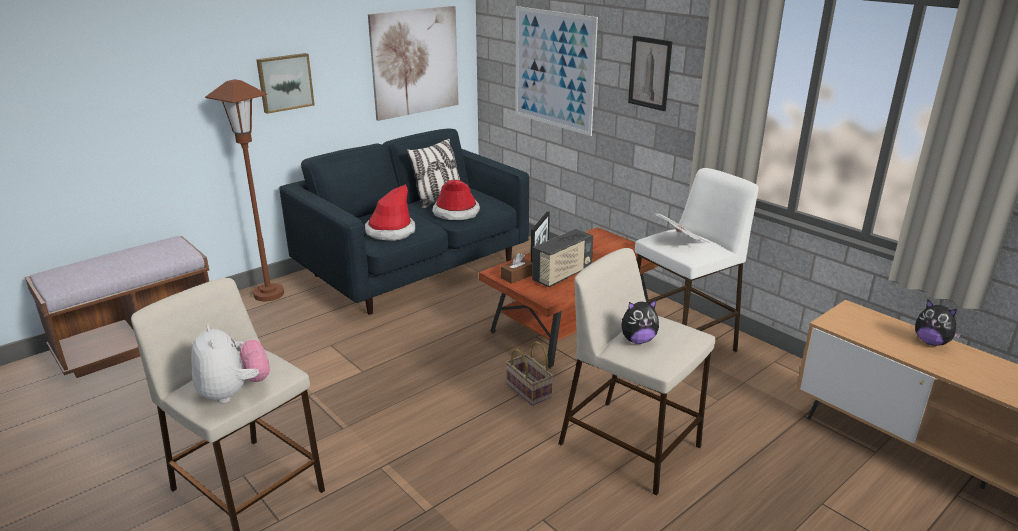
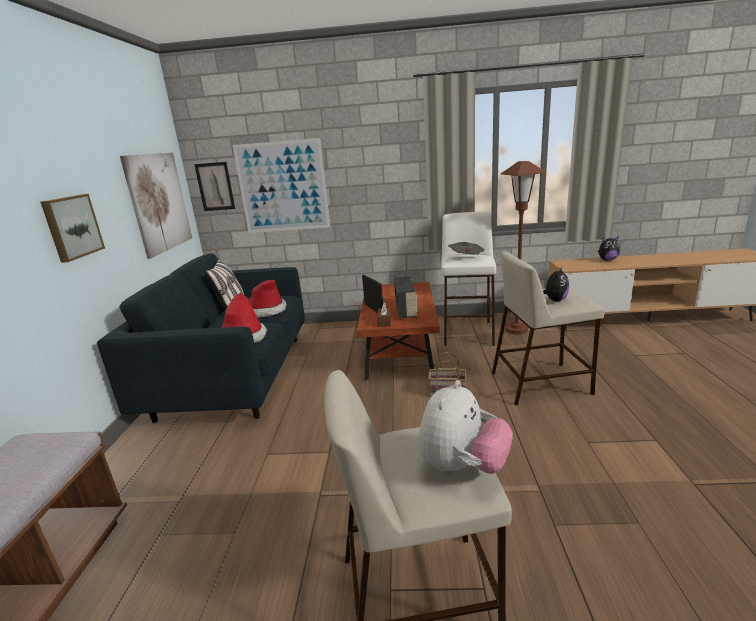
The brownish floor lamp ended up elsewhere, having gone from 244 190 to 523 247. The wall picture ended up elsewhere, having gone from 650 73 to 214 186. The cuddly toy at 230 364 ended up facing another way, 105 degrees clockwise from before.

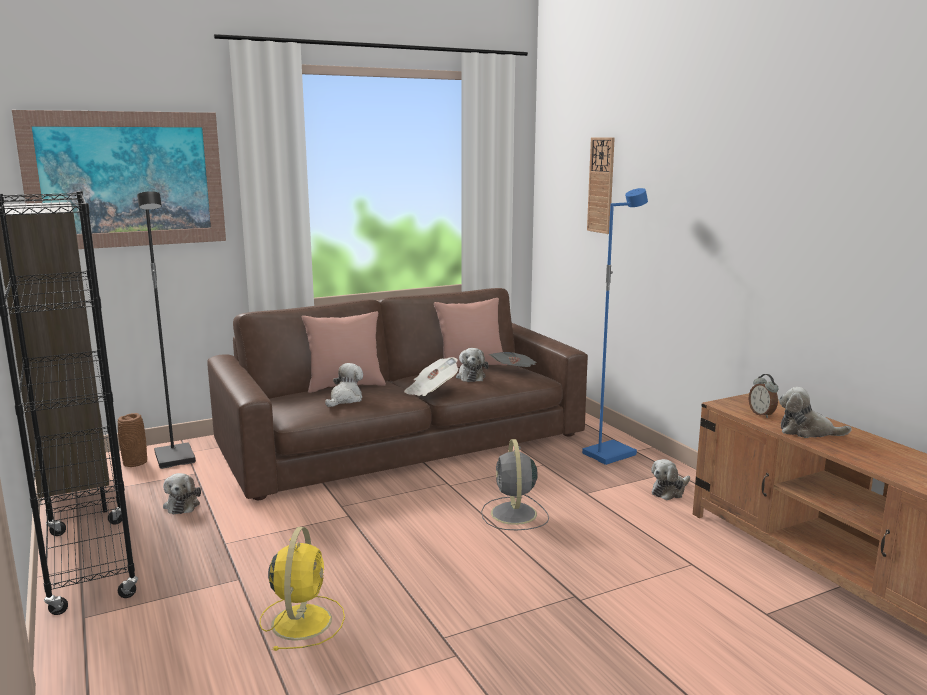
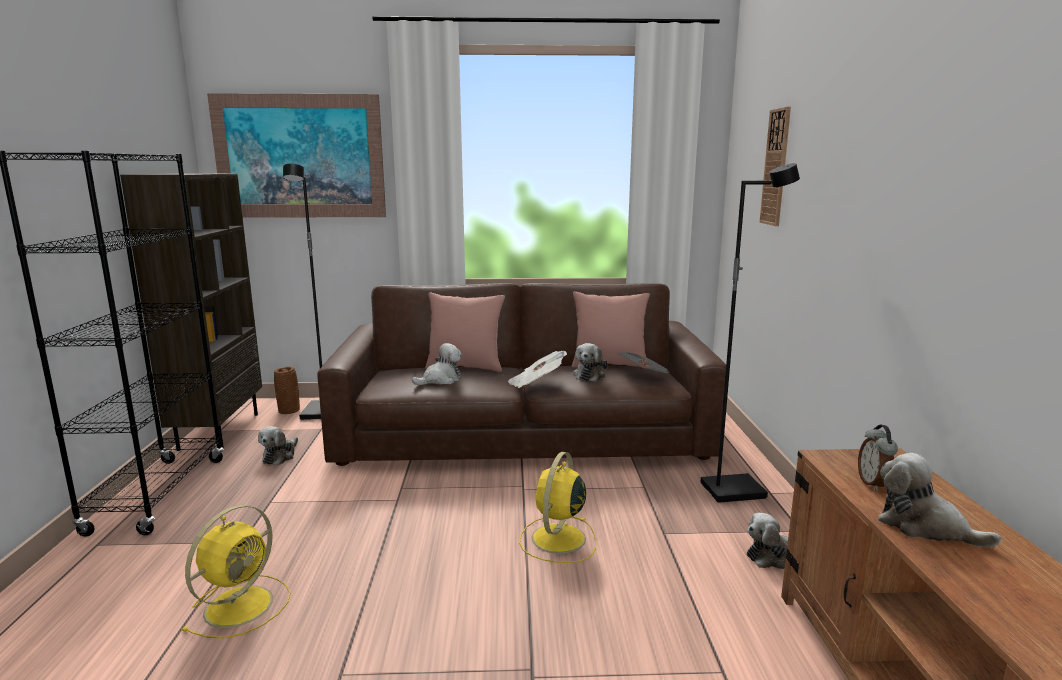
What was the grey cooling fan at 515 484 turned into the yellow-coloured cooling fan at 557 507. What was the blue floor lamp at 615 326 turned into the black floor lamp at 750 333.

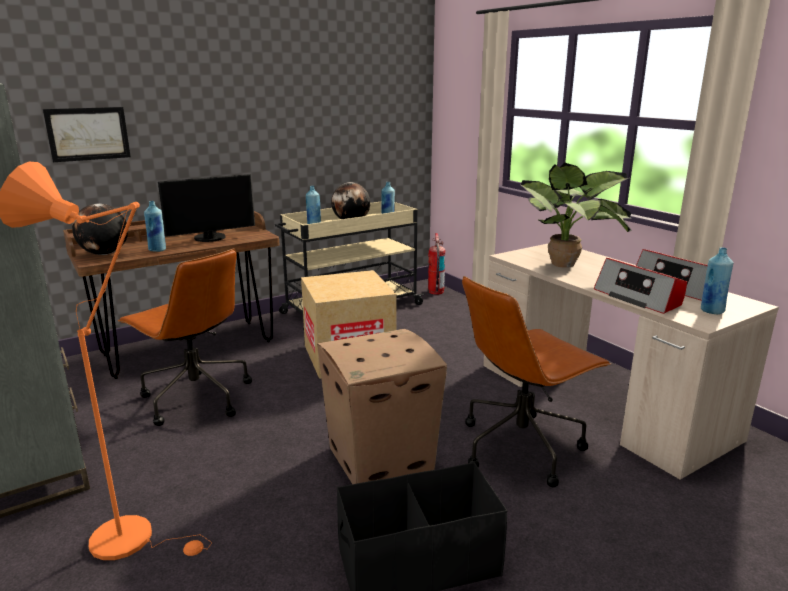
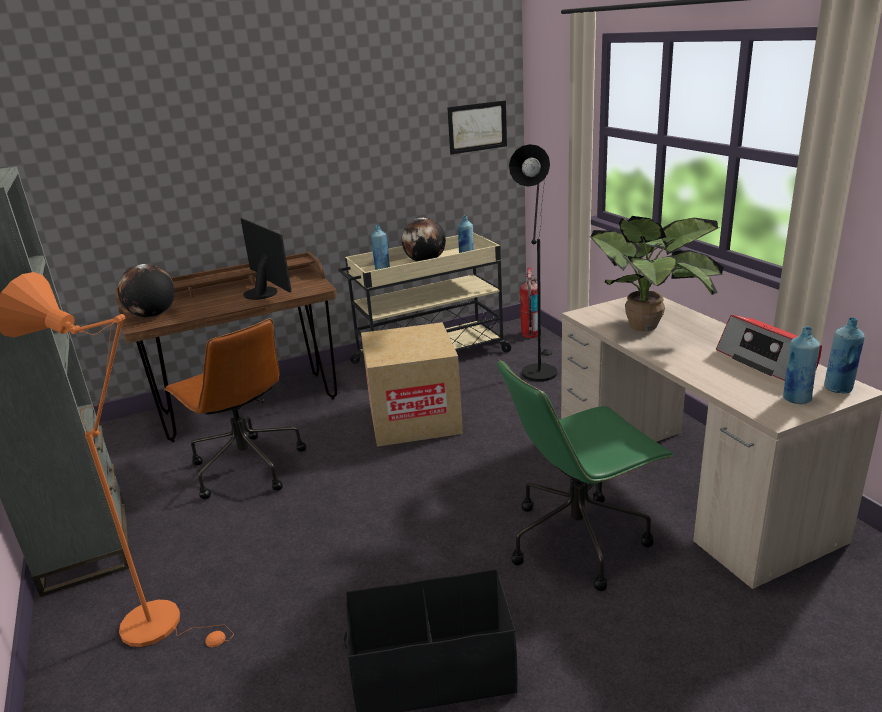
The second view lost the packing box at 382 406. The second view lost the radio at 640 286. The second view gained the black floor lamp at 533 263. The wall picture ended up elsewhere, having gone from 87 134 to 477 127. The blue drink bottle ended up elsewhere, having gone from 155 226 to 844 355. What was the brownish desk chair at 536 381 turned into the greenish desk chair at 586 475. The monitor at 206 208 ended up facing another way, 105 degrees counterclockwise from before.

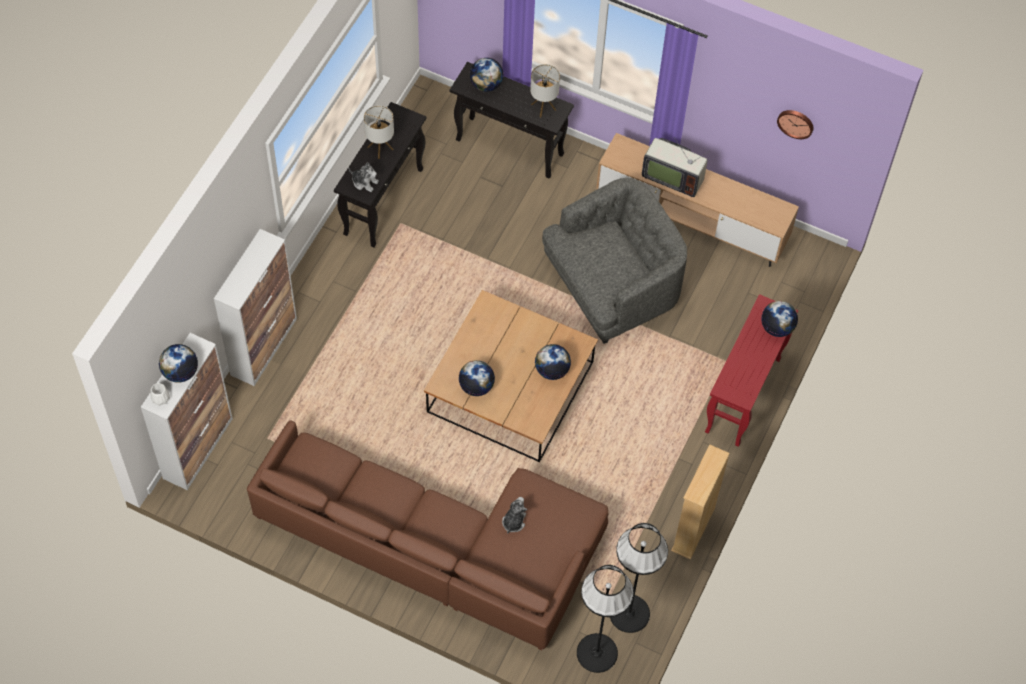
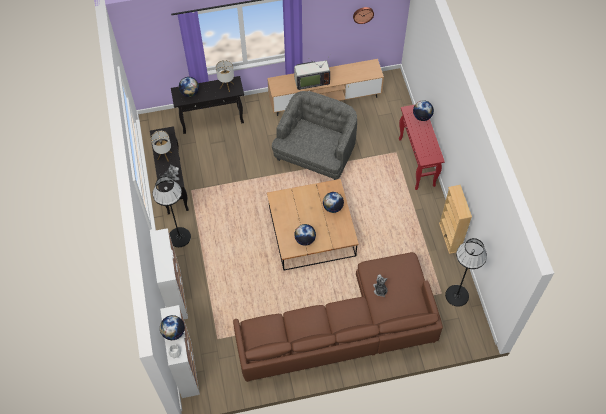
The black floor lamp ended up elsewhere, having gone from 605 619 to 172 211.

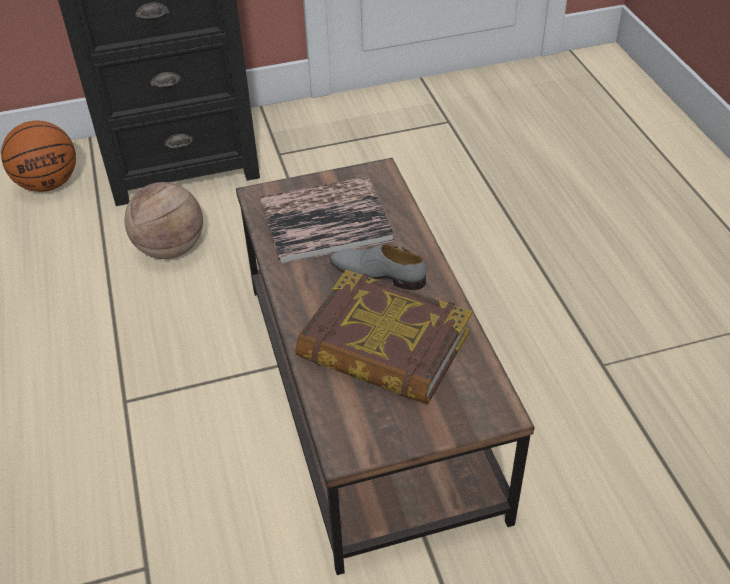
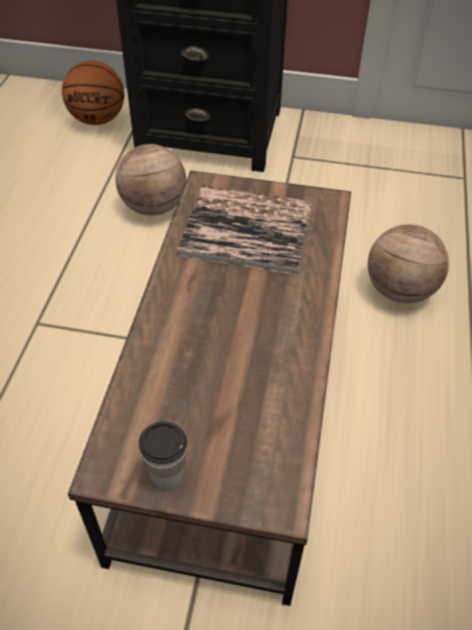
The second view lost the book at 383 337. The second view lost the grey shoe at 378 267. The second view gained the drinking cup at 163 456. The second view gained the ball for basketball at 408 263.

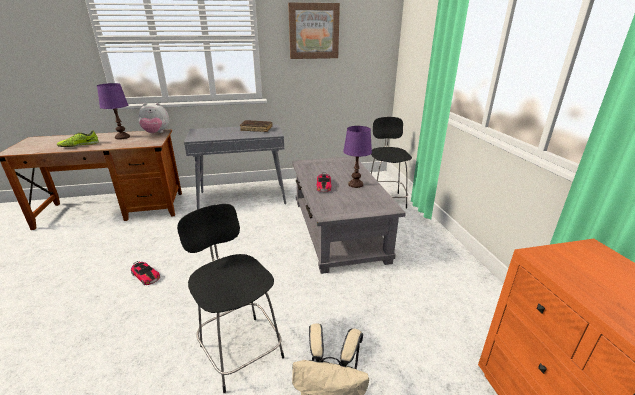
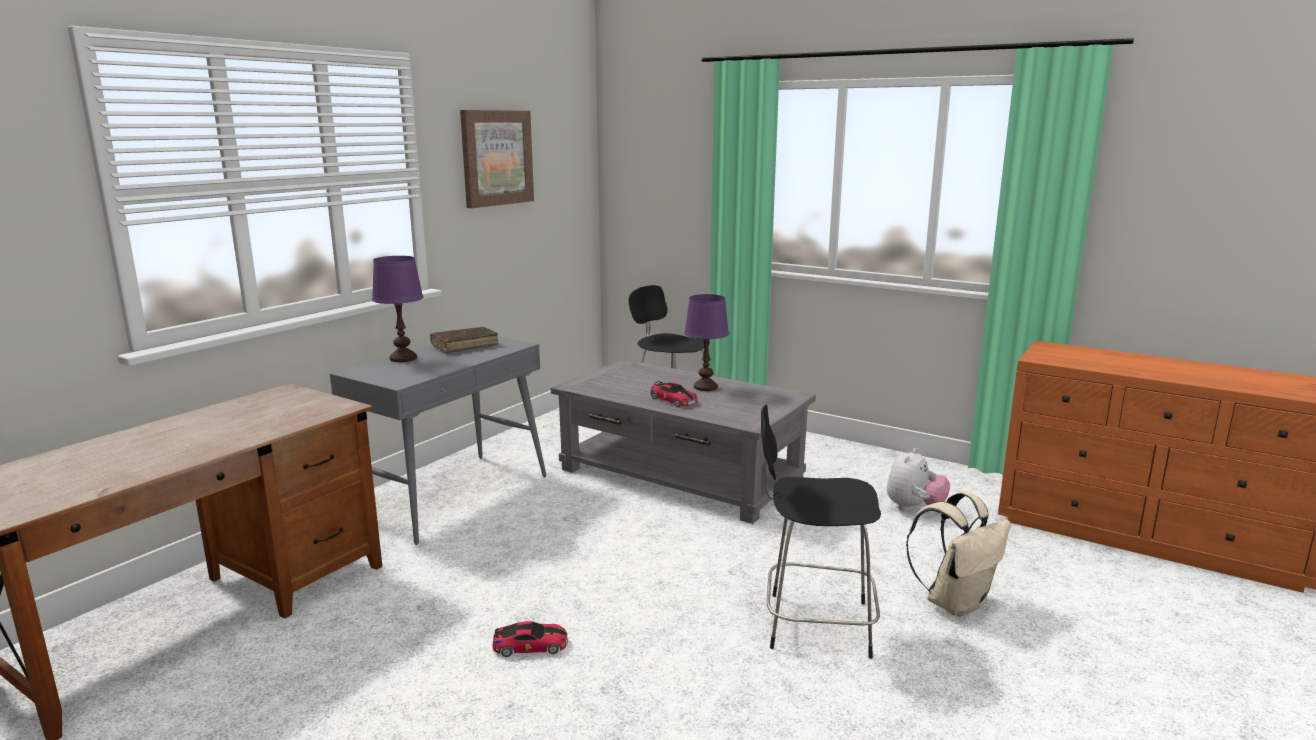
The second view lost the shoe at 78 138. The purple-coloured lamp for a table ended up elsewhere, having gone from 113 111 to 397 309. The cuddly toy ended up elsewhere, having gone from 153 118 to 918 479.

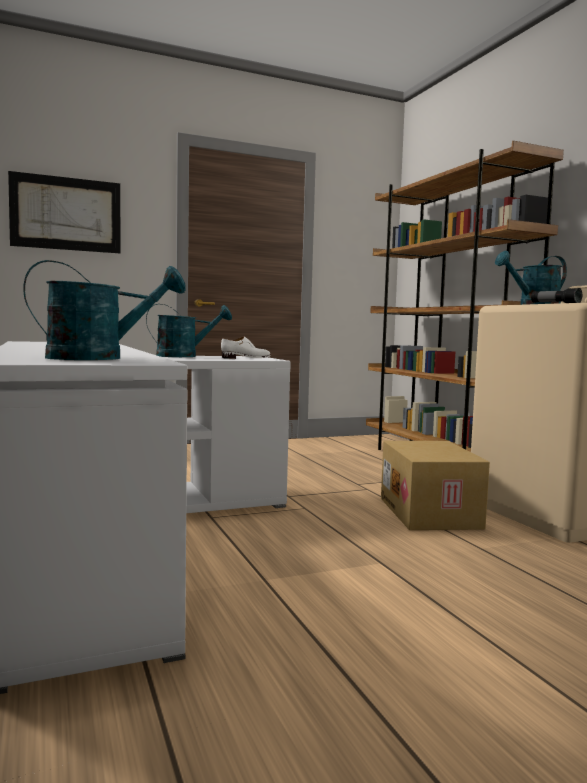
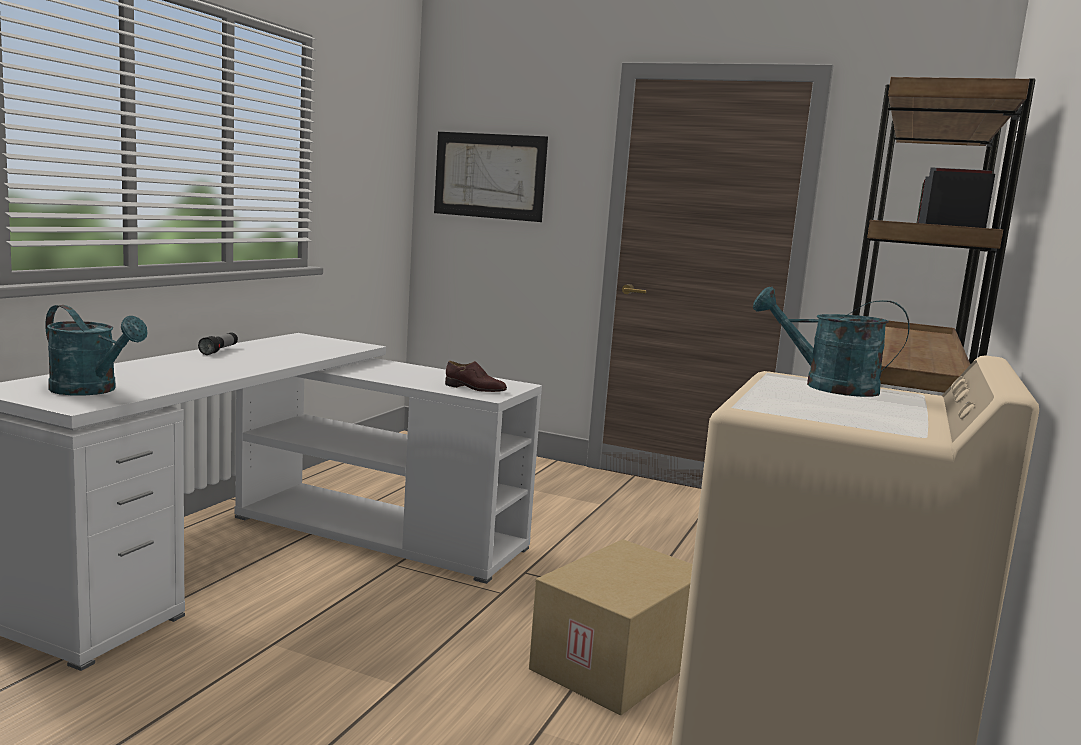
The second view lost the turquoise-coloured watering can at 189 330. The torch ended up elsewhere, having gone from 556 295 to 218 343. What was the white-coloured shoe at 246 347 turned into the brownish shoe at 476 376.

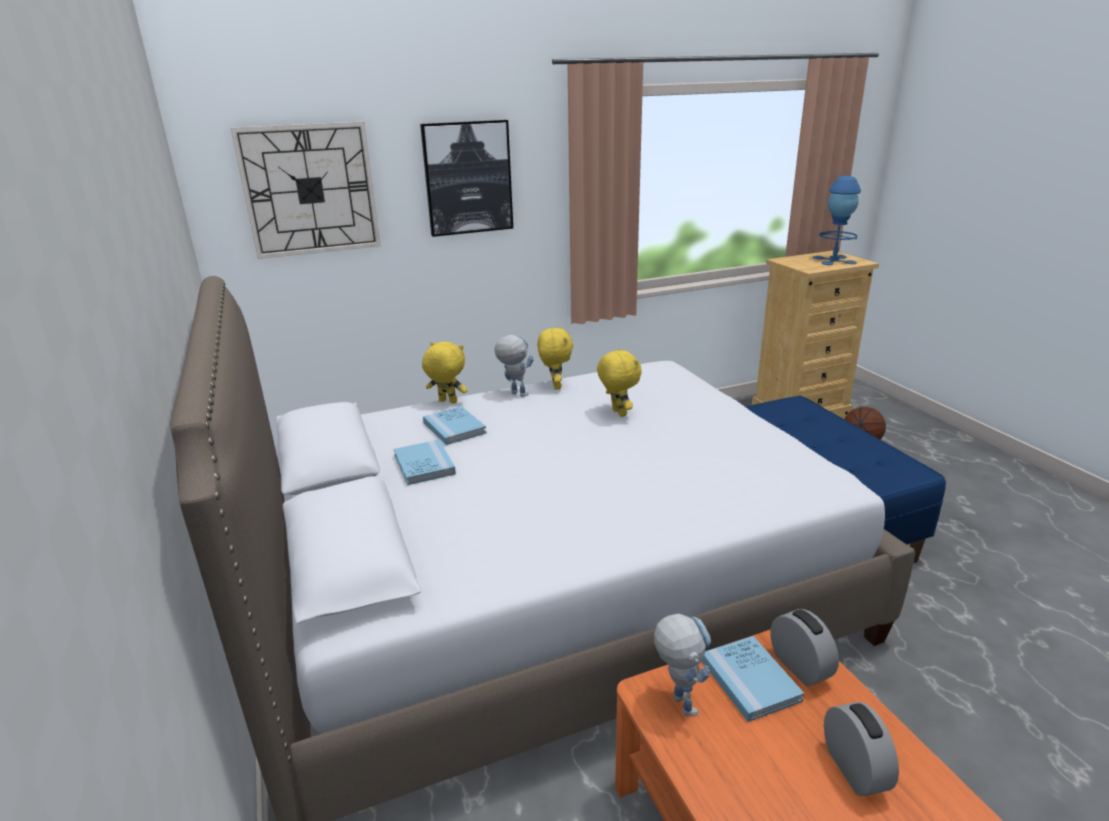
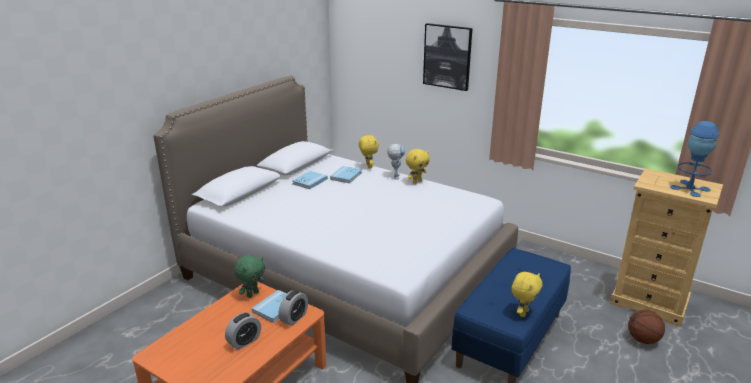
The second view lost the wall clock at 306 190. The yellow-coloured cuddly toy ended up elsewhere, having gone from 619 382 to 526 294. Where the toy robot stood at 682 665, the greenish cuddly toy came to stand at 249 276.

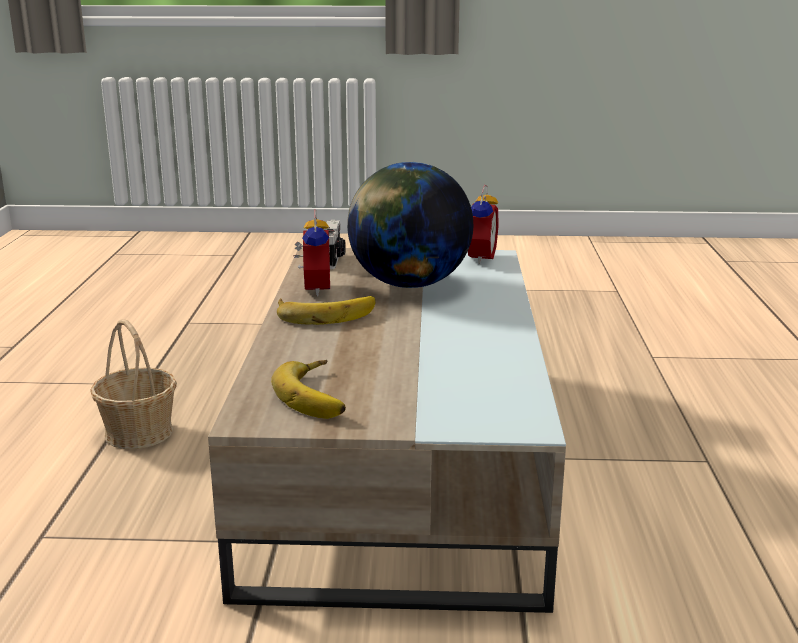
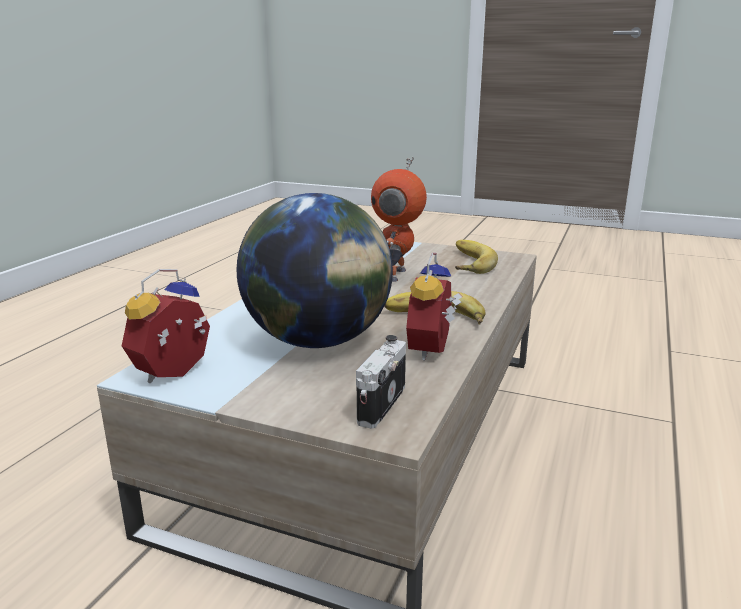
The second view lost the household basket at 133 384. The second view gained the toy robot at 399 219.

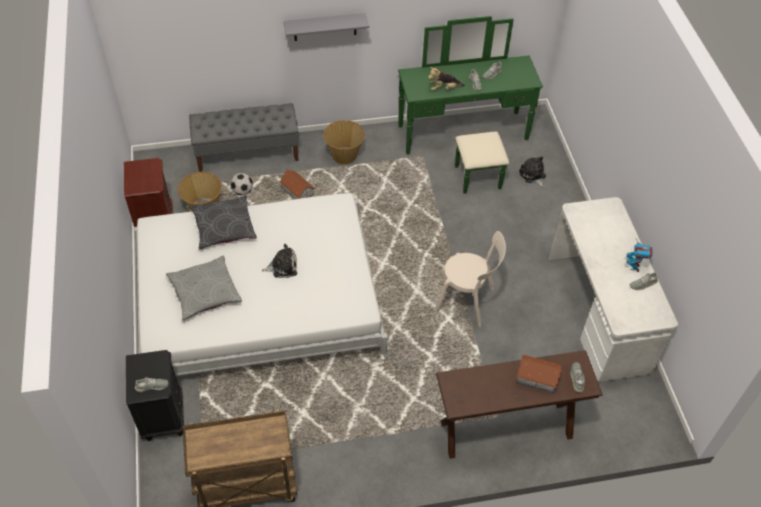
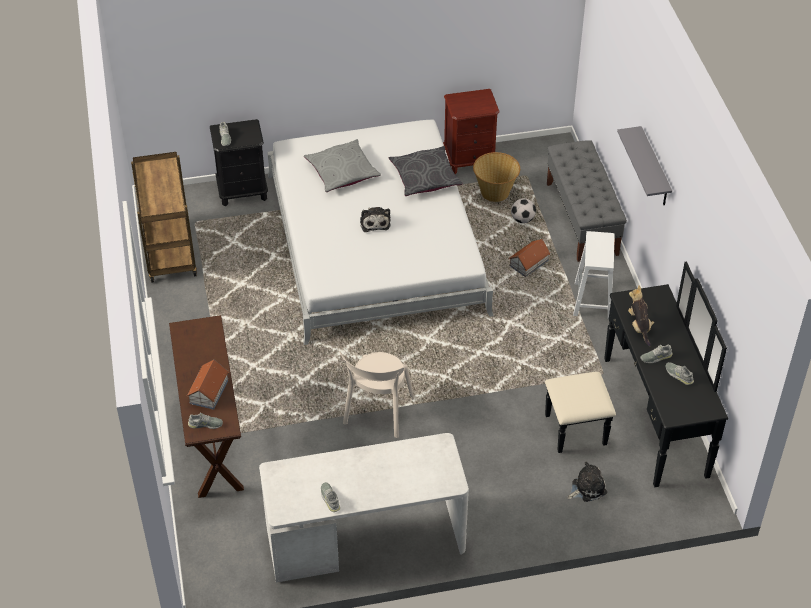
The second view lost the toy robot at 640 255. Where the household basket stood at 344 142, the white-coloured stool came to stand at 594 275. What was the greenish chest of drawers at 470 105 turned into the black chest of drawers at 636 374.

